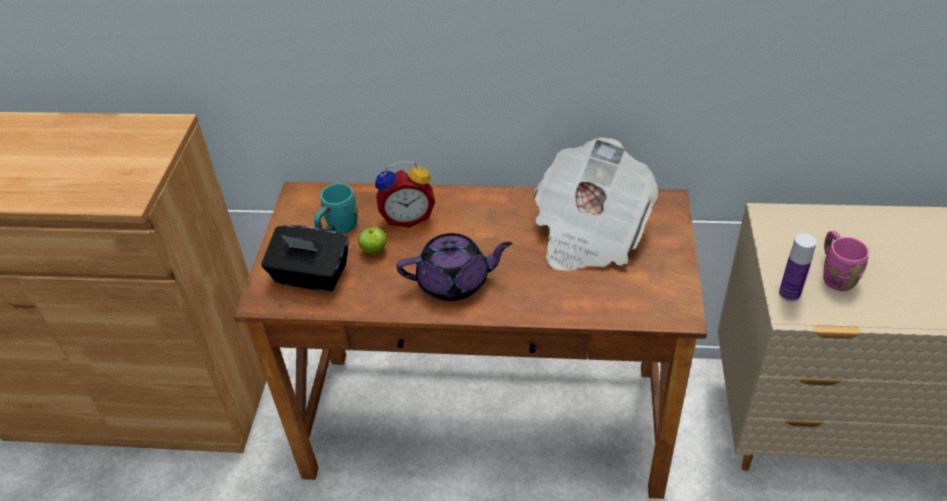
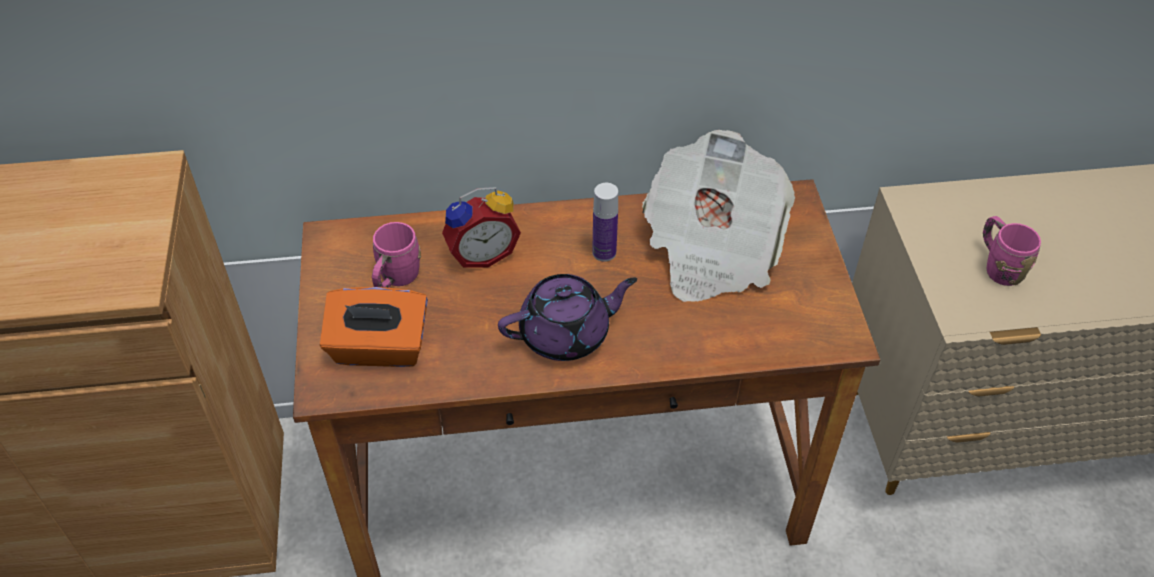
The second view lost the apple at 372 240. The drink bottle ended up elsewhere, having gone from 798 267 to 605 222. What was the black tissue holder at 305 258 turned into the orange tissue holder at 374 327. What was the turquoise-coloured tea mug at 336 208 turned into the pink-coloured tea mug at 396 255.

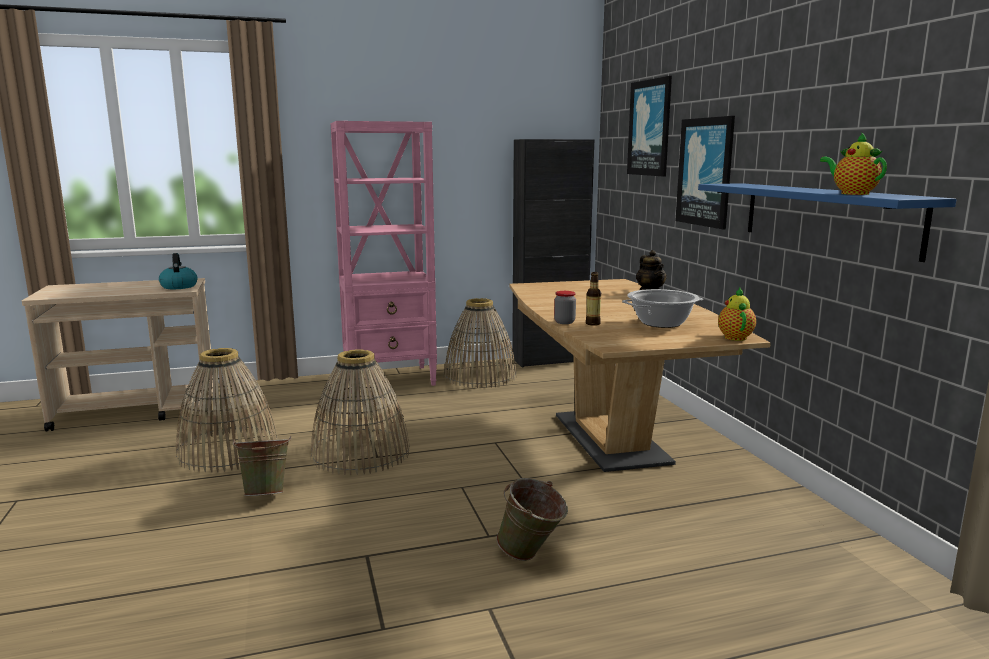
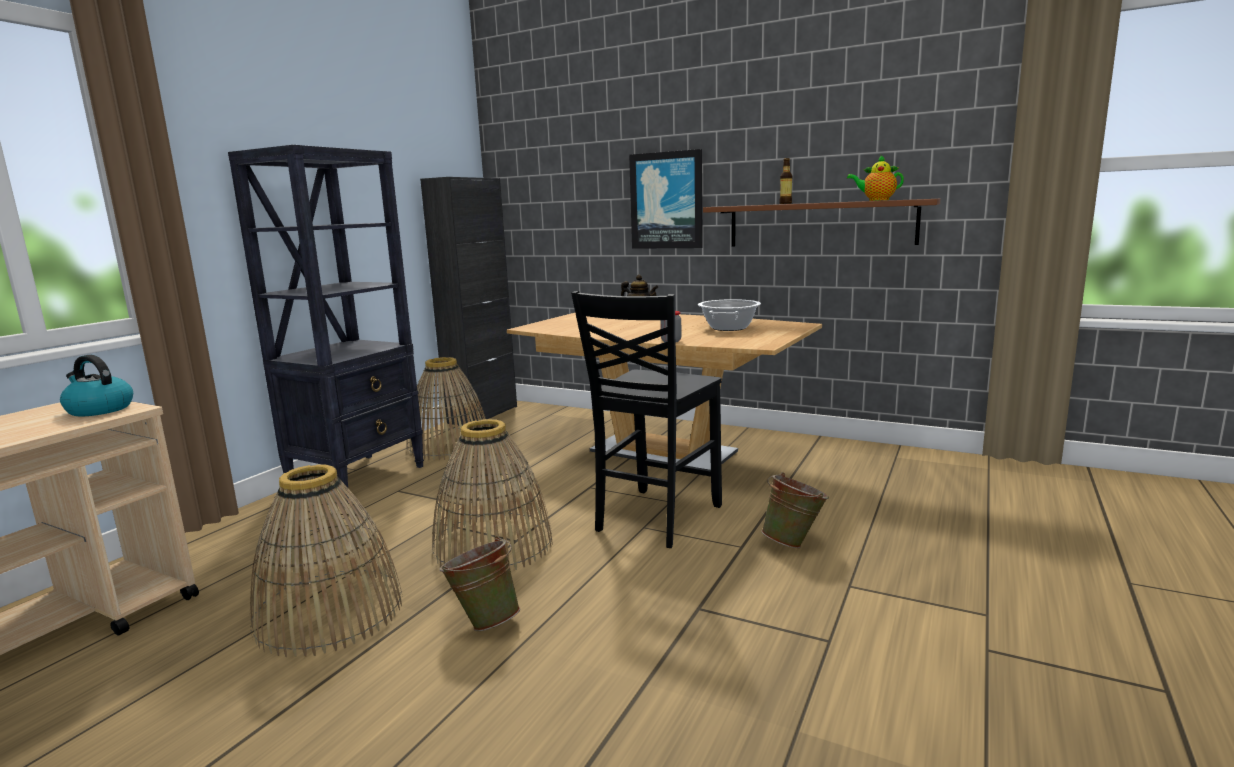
The second view lost the wall picture at 649 126. The second view lost the pot for tea at 737 314. The second view gained the black chair at 646 419. The drink bottle ended up elsewhere, having gone from 593 299 to 785 181. What was the pink-coloured bookshelf at 384 253 turned into the black bookshelf at 326 323. What was the blue wall shelf at 827 222 turned into the brownish wall shelf at 821 223.

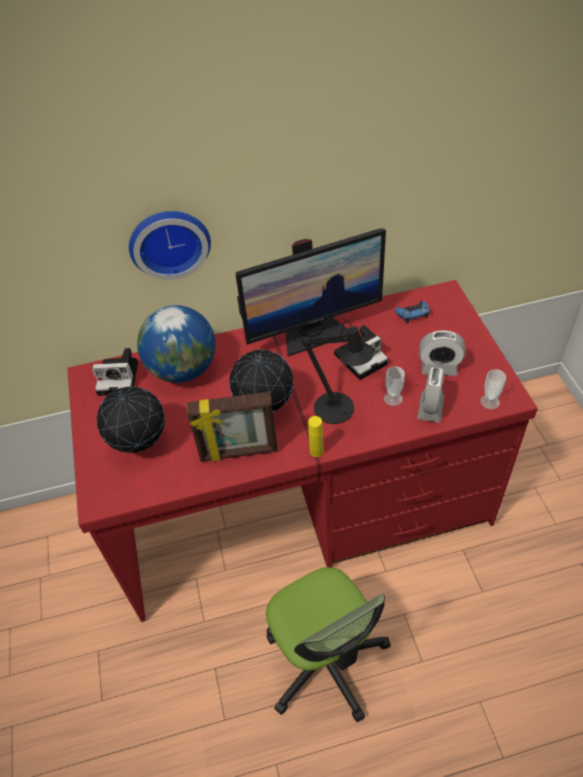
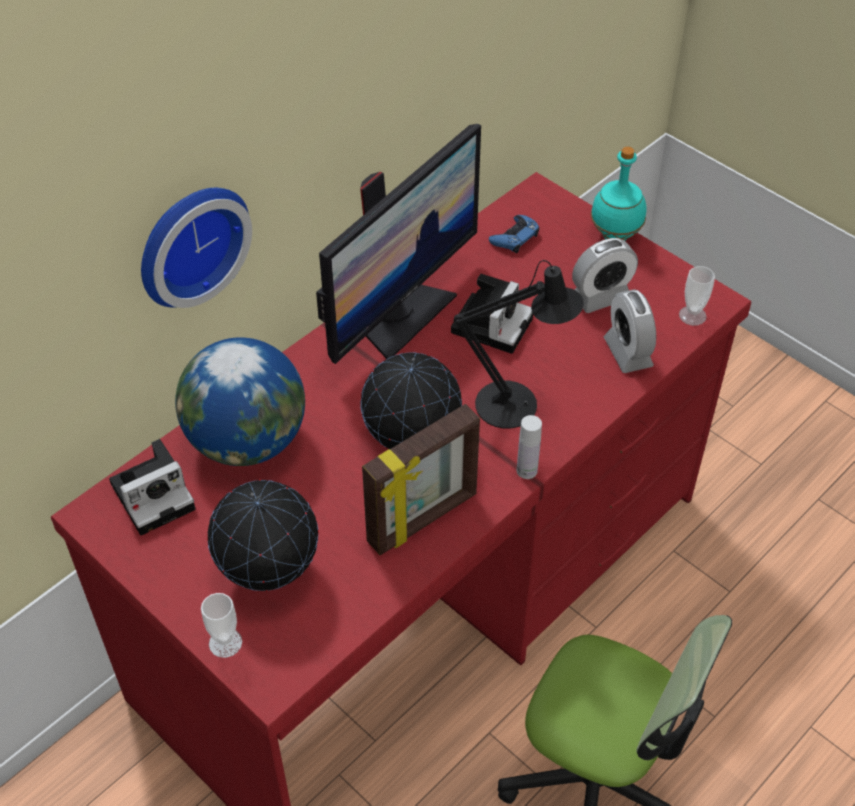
The second view gained the turquoise-coloured drink bottle at 619 194. The drinking cup ended up elsewhere, having gone from 394 386 to 221 625. What was the yellow-coloured drink bottle at 316 436 turned into the white-coloured drink bottle at 529 447.

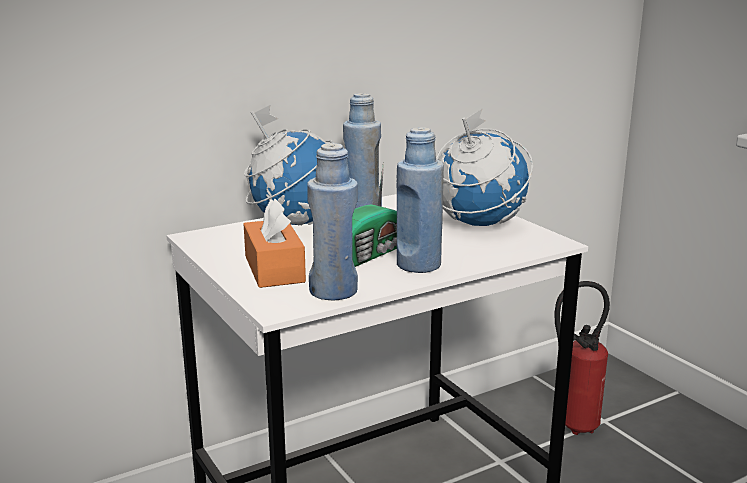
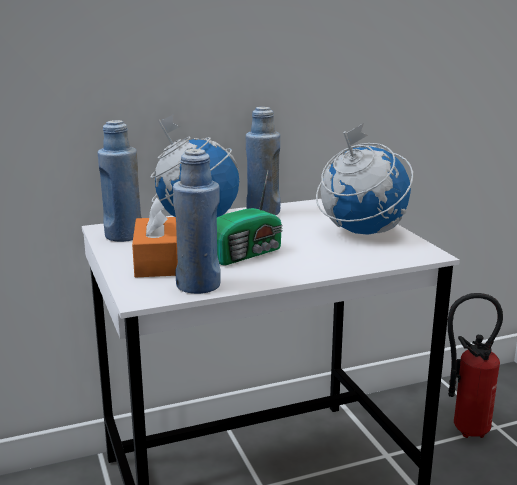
The blue drink bottle ended up elsewhere, having gone from 420 200 to 119 181.

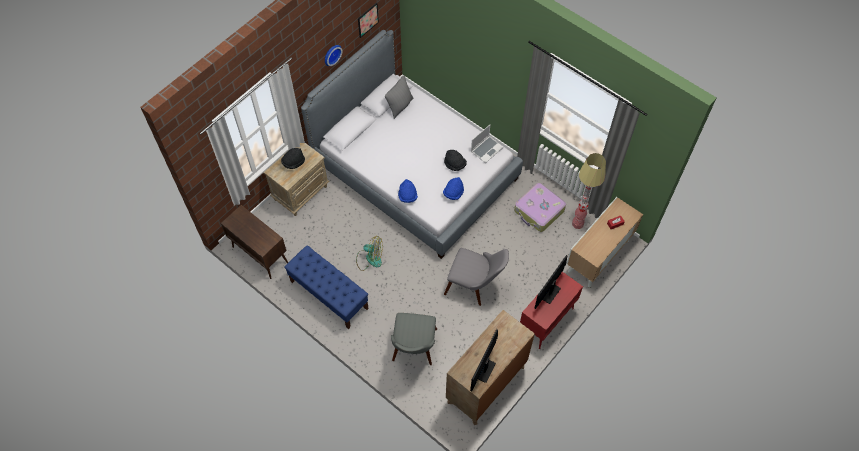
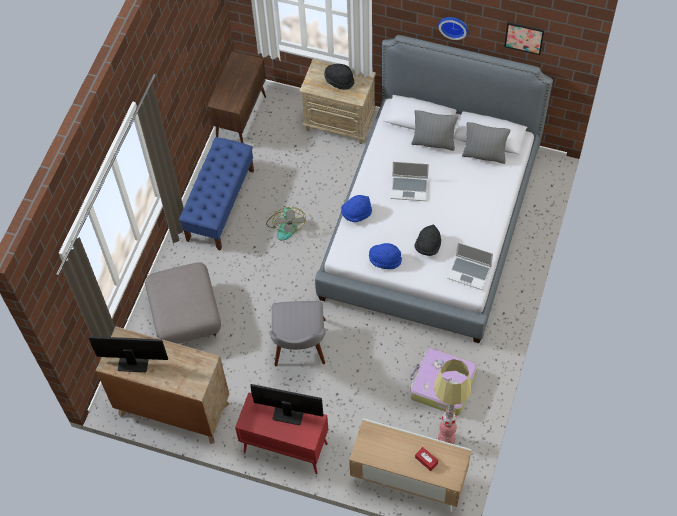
The second view gained the notebook computer at 409 181. The second view gained the grey pillow at 434 130. Where the grey chair stood at 414 339, the grey pouffe came to stand at 183 303.

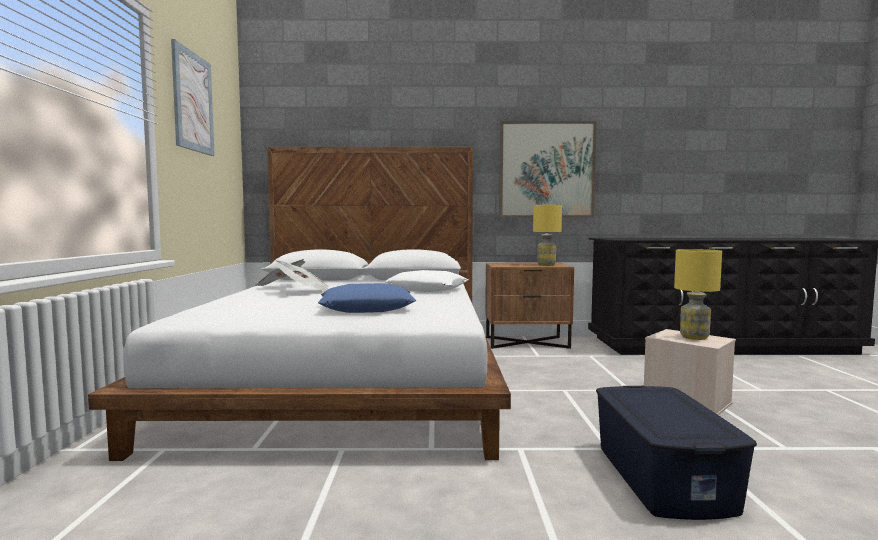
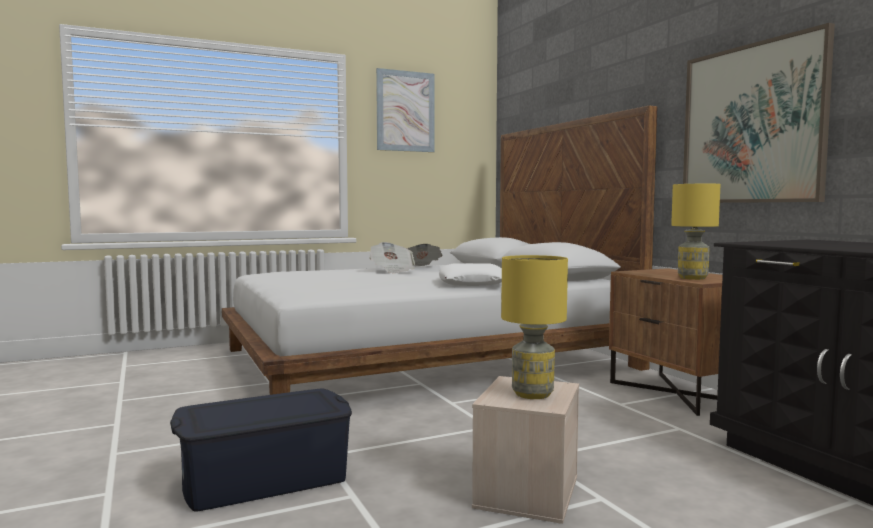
The second view lost the blue pillow at 367 298.

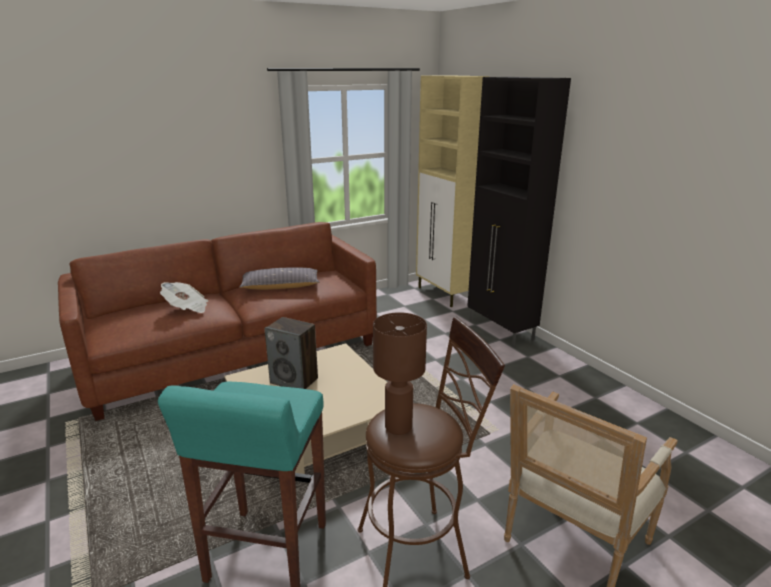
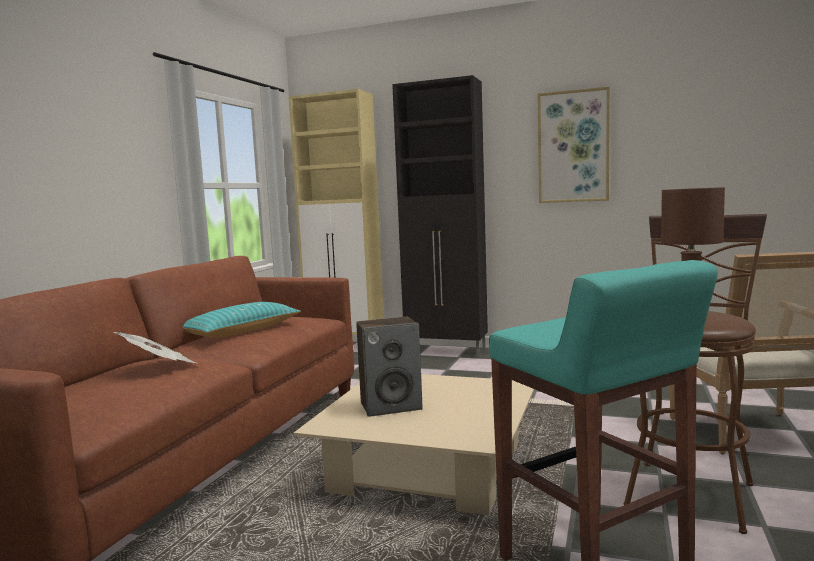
The second view gained the wall picture at 574 144. What was the grey pillow at 279 278 turned into the turquoise-coloured pillow at 242 320.

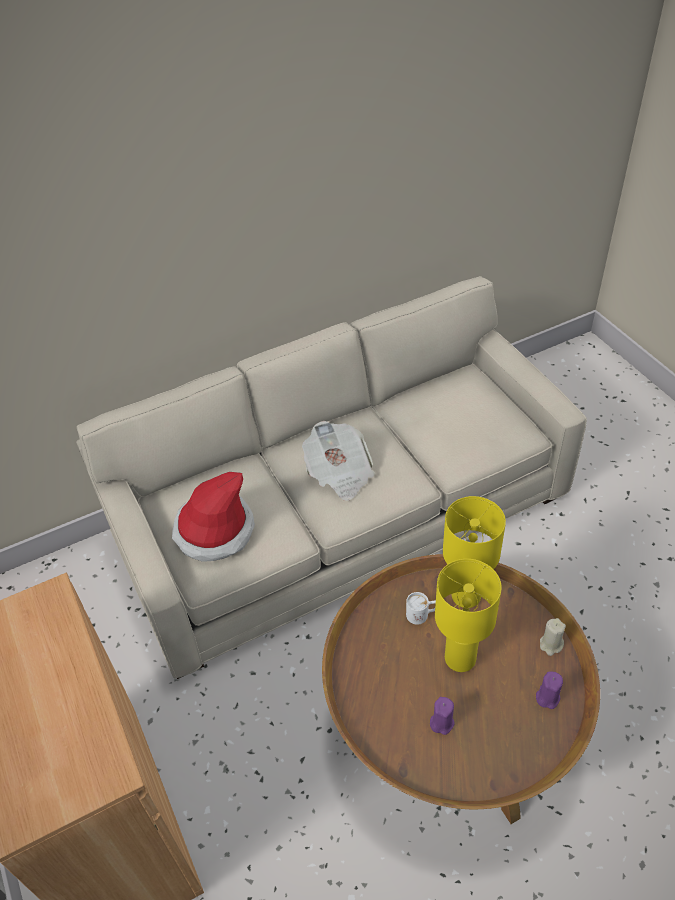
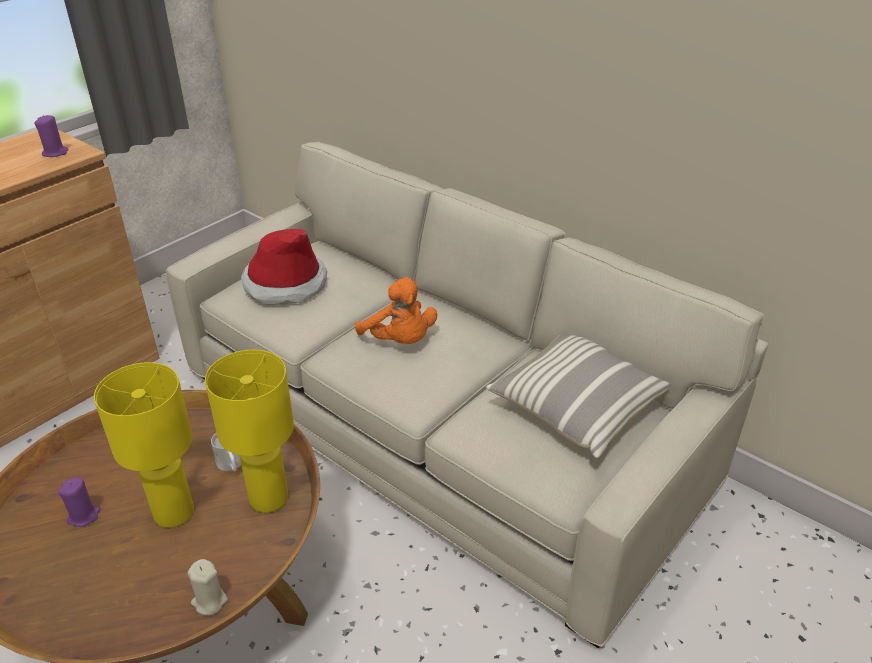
The second view gained the pillow at 578 396. The purple-coloured wax light ended up elsewhere, having gone from 549 690 to 51 136. Where the printed paper stood at 338 461, the orange cuddly toy came to stand at 396 310.

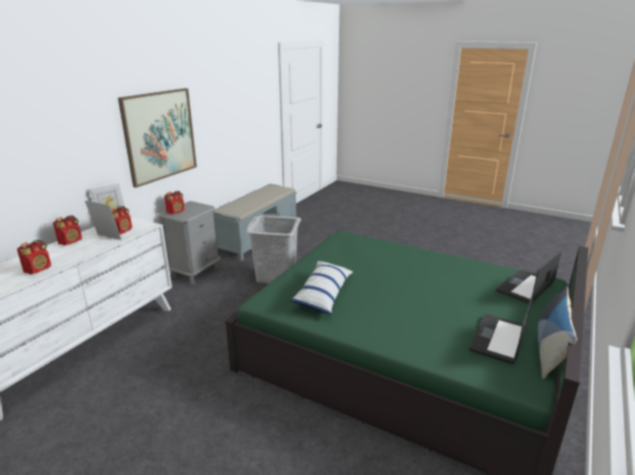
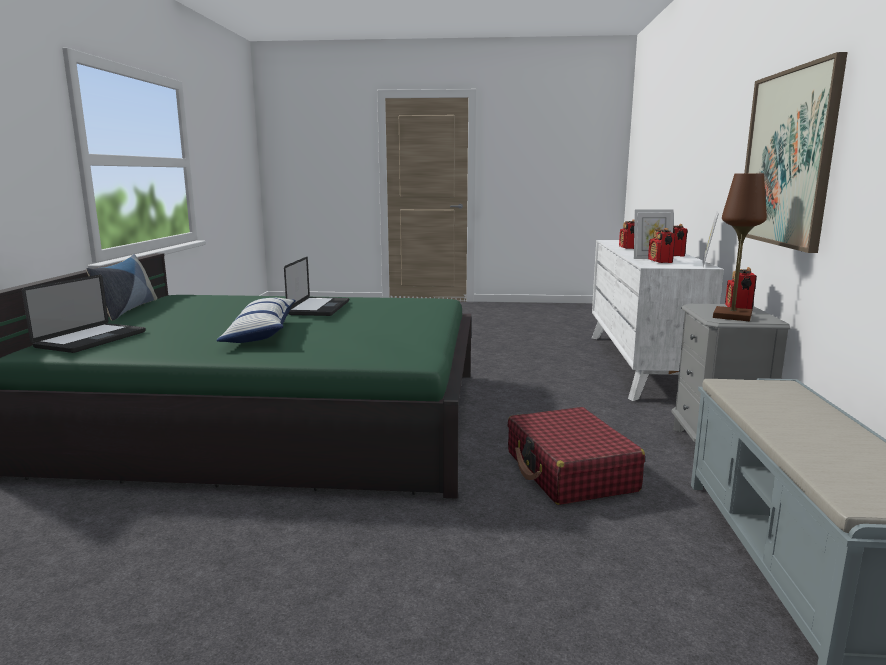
The second view gained the brownish lamp for a table at 740 247. The pillow ended up elsewhere, having gone from 321 287 to 256 320. The notebook computer ended up elsewhere, having gone from 501 327 to 316 286. Where the grey hamper stood at 273 249, the red-coloured piece of luggage came to stand at 576 456.

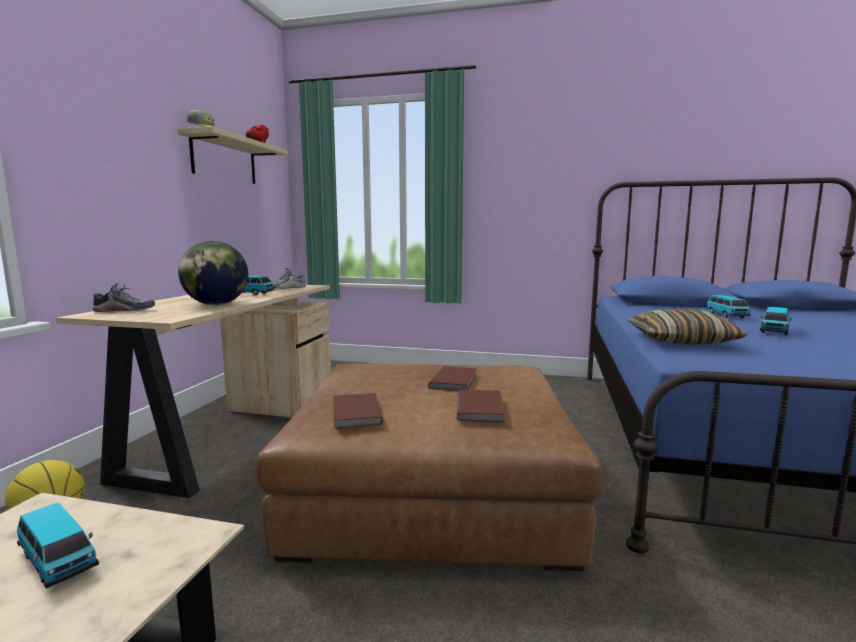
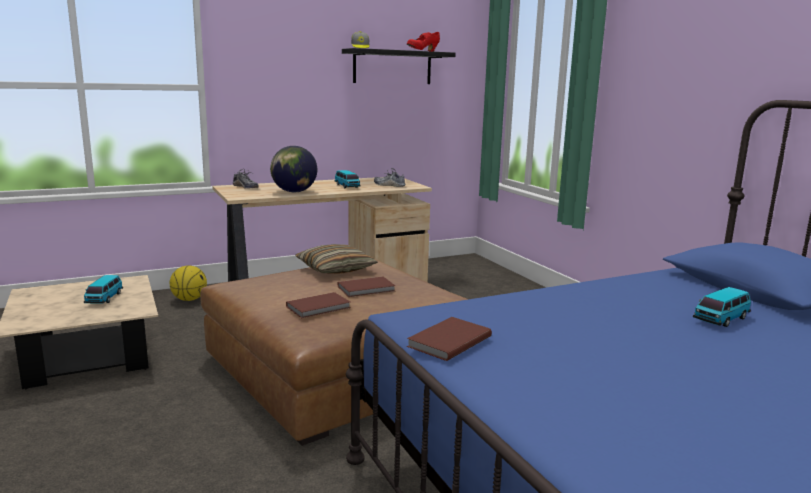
The second view lost the miniature car at 776 321. The brownish book ended up elsewhere, having gone from 358 411 to 449 339. The pillow ended up elsewhere, having gone from 687 327 to 336 259. What was the sand-coloured wall shelf at 232 155 turned into the black wall shelf at 399 66.

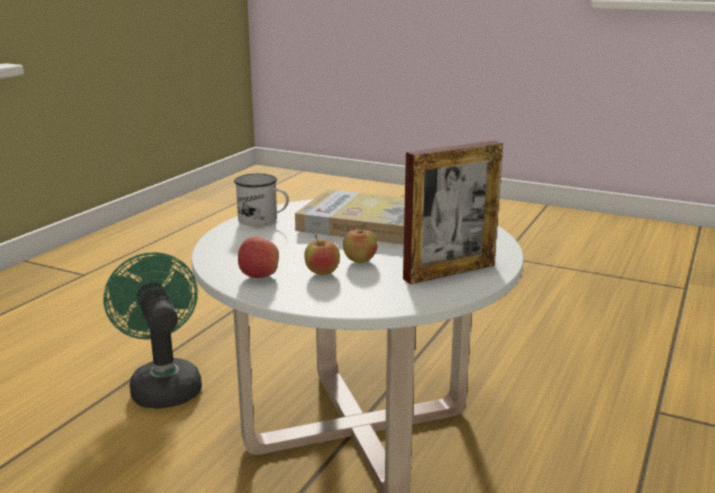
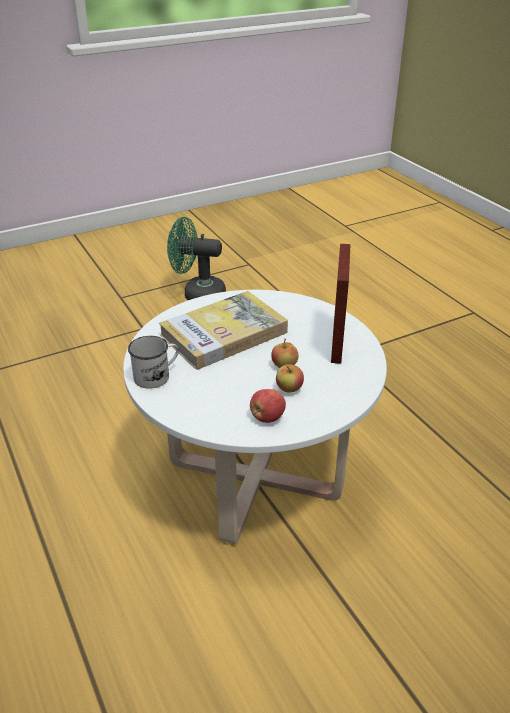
The greenish cooling fan ended up elsewhere, having gone from 152 330 to 196 258.

